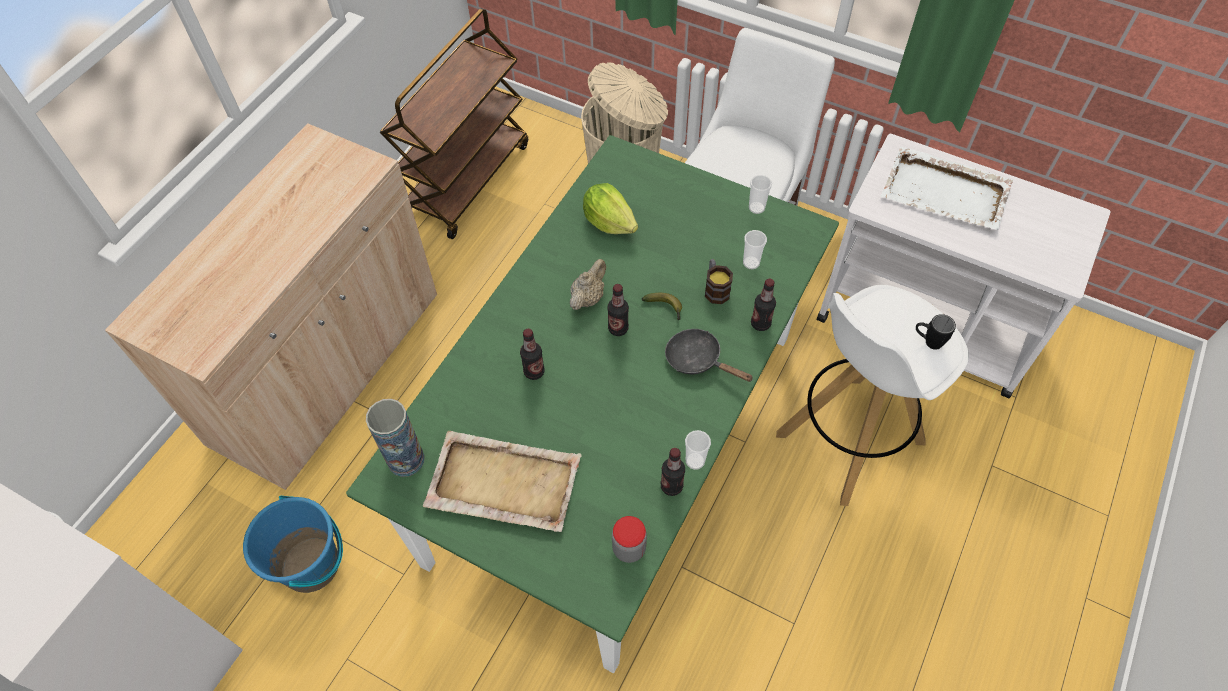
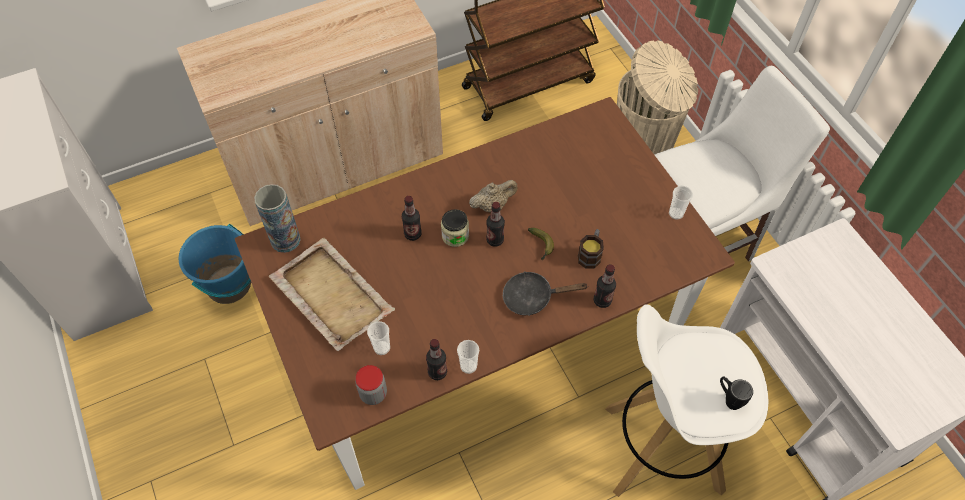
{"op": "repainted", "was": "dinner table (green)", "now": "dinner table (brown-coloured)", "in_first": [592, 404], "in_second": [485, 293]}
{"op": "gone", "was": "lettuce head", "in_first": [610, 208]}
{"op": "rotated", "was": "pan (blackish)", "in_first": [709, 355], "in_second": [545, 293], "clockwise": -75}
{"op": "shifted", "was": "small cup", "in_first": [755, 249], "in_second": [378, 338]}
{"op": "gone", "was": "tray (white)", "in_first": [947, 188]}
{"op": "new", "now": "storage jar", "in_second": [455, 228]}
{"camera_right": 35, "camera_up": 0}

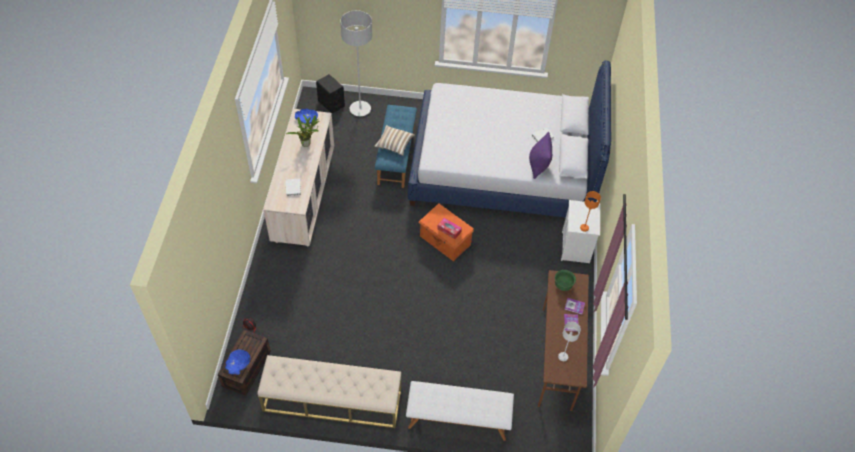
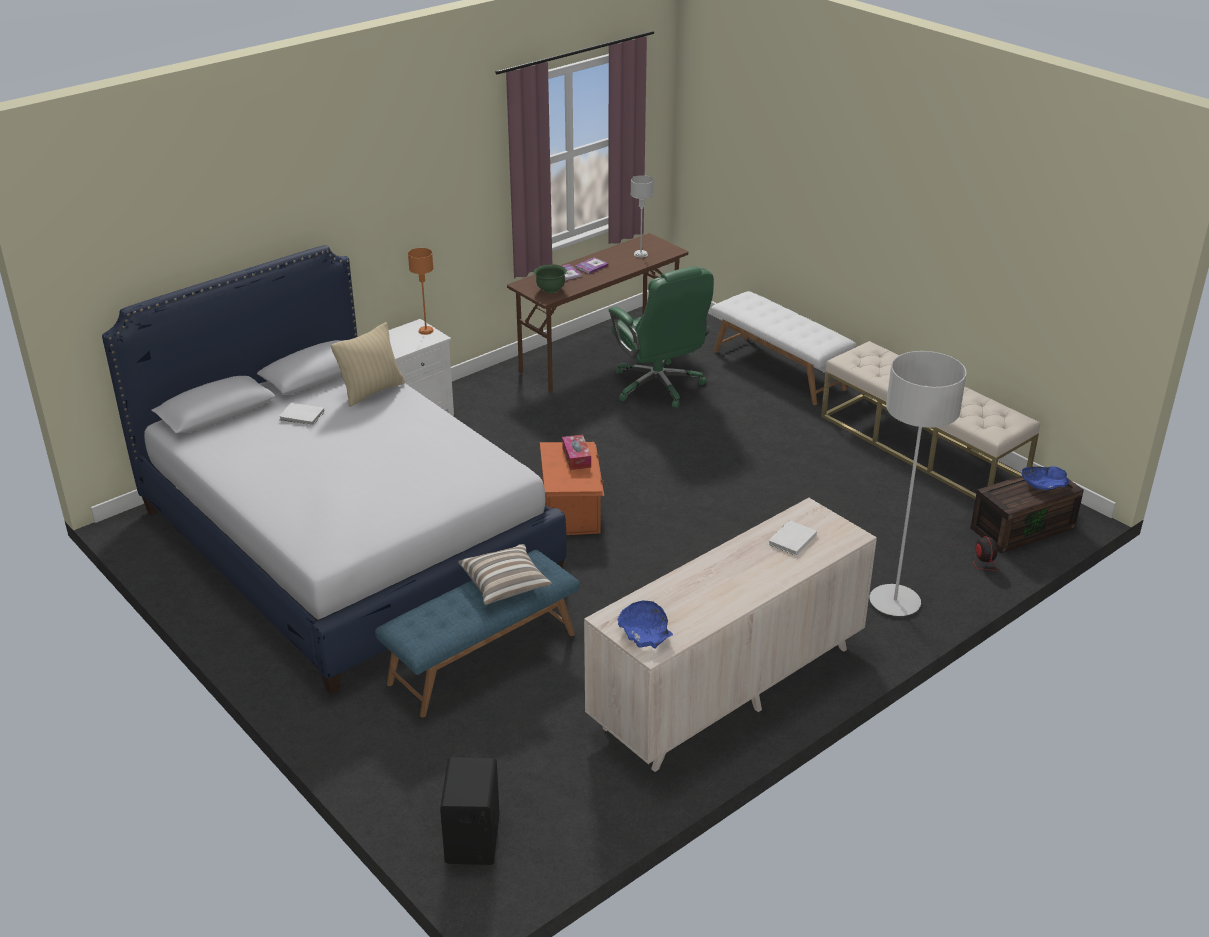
{"op": "gone", "was": "plant in a pot", "in_first": [303, 131]}
{"op": "shifted", "was": "standing lamp (greyish)", "in_first": [356, 63], "in_second": [918, 483]}
{"op": "repainted", "was": "pillow (purple)", "now": "pillow (beige-coloured)", "in_first": [540, 155], "in_second": [368, 364]}
{"op": "new", "now": "office chair (green)", "in_second": [661, 337]}
{"camera_right": -135, "camera_up": -20}

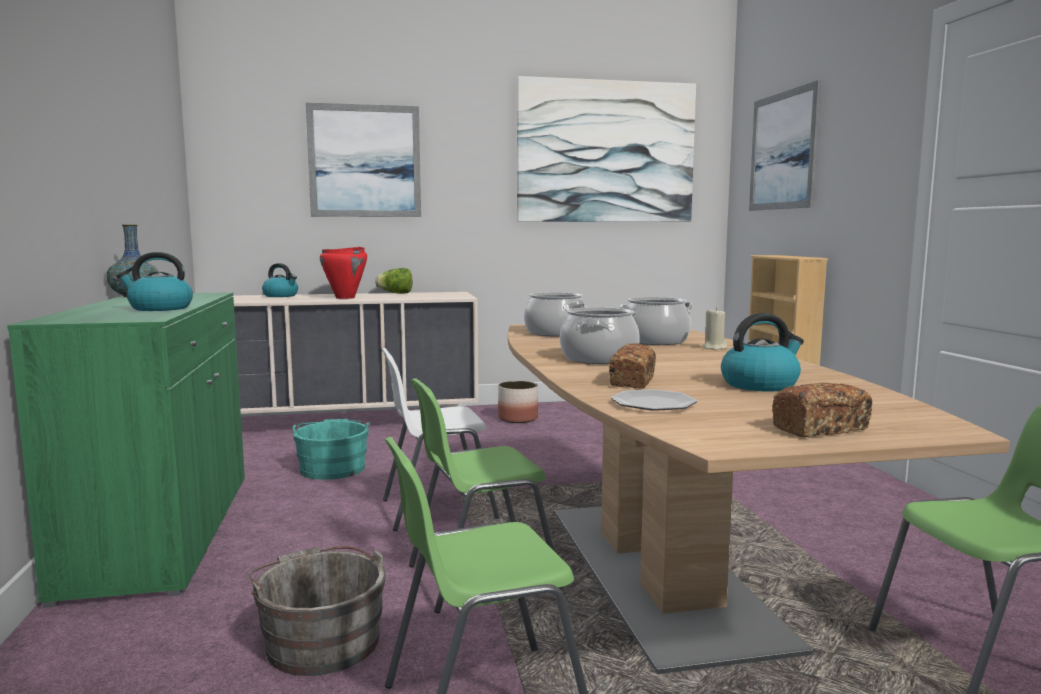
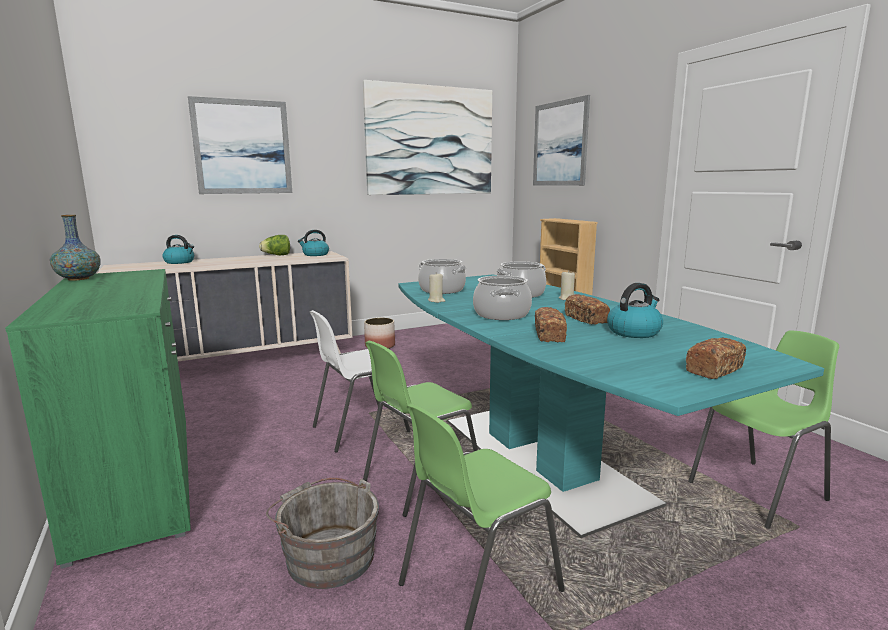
{"op": "shifted", "was": "kettle", "in_first": [155, 281], "in_second": [313, 243]}
{"op": "gone", "was": "pail (blue-green)", "in_first": [331, 449]}
{"op": "gone", "was": "stockpot (red-coloured)", "in_first": [343, 273]}
{"op": "repainted", "was": "dinner table (brown-coloured)", "now": "dinner table (blue-green)", "in_first": [759, 499], "in_second": [611, 406]}
{"op": "gone", "was": "plate", "in_first": [654, 400]}
{"op": "new", "now": "candle (beige-coloured)", "in_second": [436, 288]}
{"op": "new", "now": "baked bread", "in_second": [587, 309]}
{"camera_right": -15, "camera_up": 5}

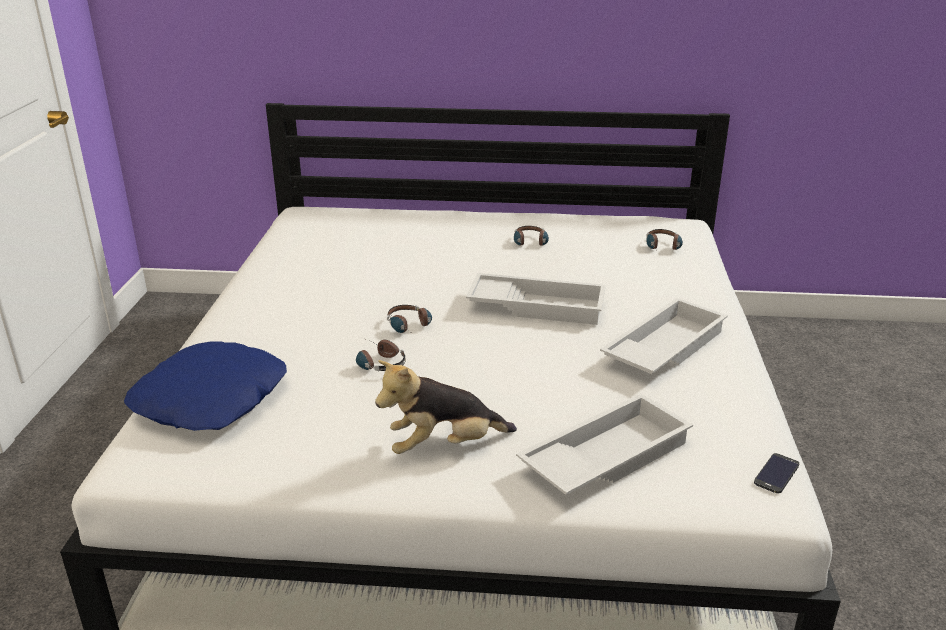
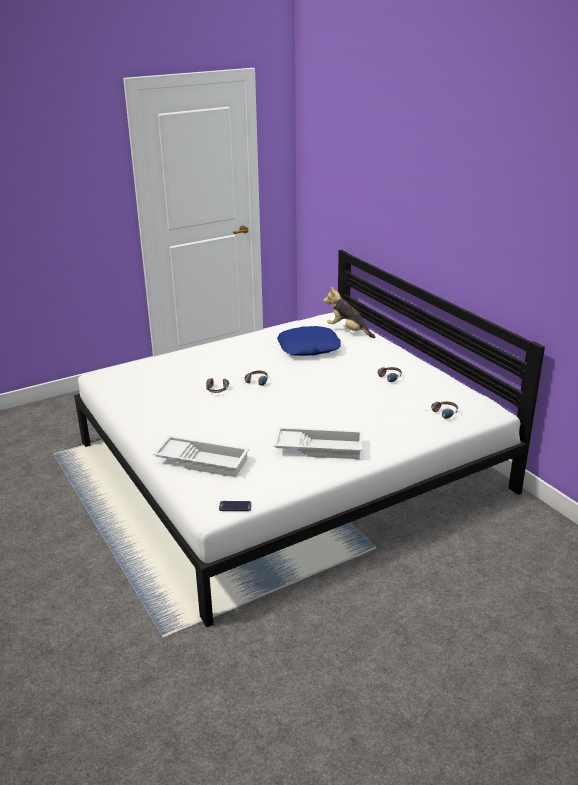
{"op": "shifted", "was": "pillow (blue)", "in_first": [205, 386], "in_second": [309, 341]}
{"op": "shifted", "was": "plush toy", "in_first": [446, 407], "in_second": [349, 312]}
{"op": "gone", "was": "tray (white)", "in_first": [536, 299]}
{"camera_right": 55, "camera_up": 0}

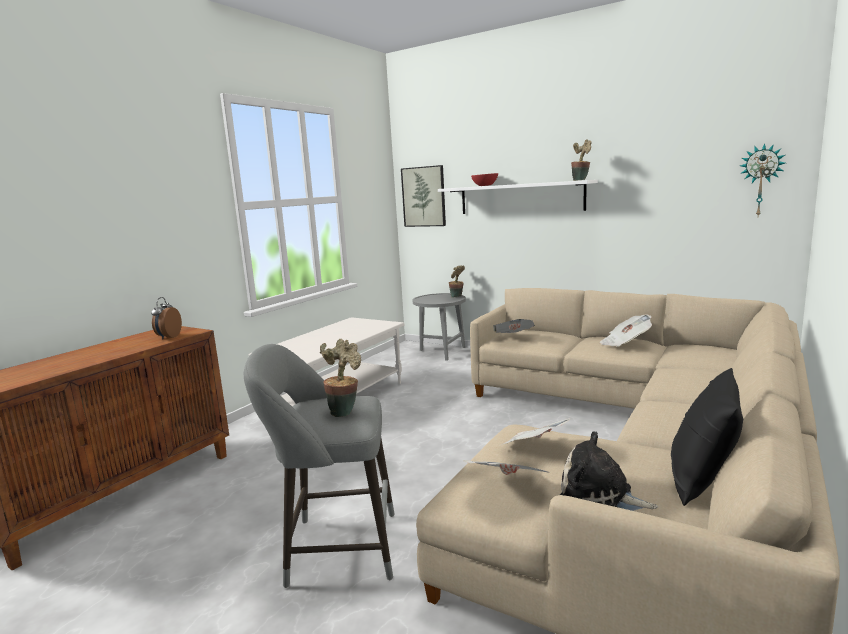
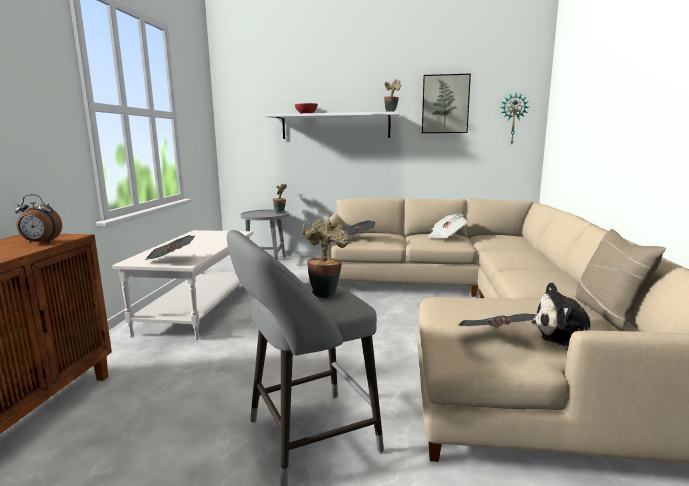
{"op": "rotated", "was": "alarm clock", "in_first": [166, 318], "in_second": [38, 218], "clockwise": -75}
{"op": "shifted", "was": "picture", "in_first": [423, 196], "in_second": [446, 103]}
{"op": "shifted", "was": "printed paper", "in_first": [535, 431], "in_second": [170, 247]}
{"op": "repainted", "was": "pillow (blackish)", "now": "pillow (beige-coloured)", "in_first": [707, 437], "in_second": [620, 280]}
{"camera_right": -25, "camera_up": 0}

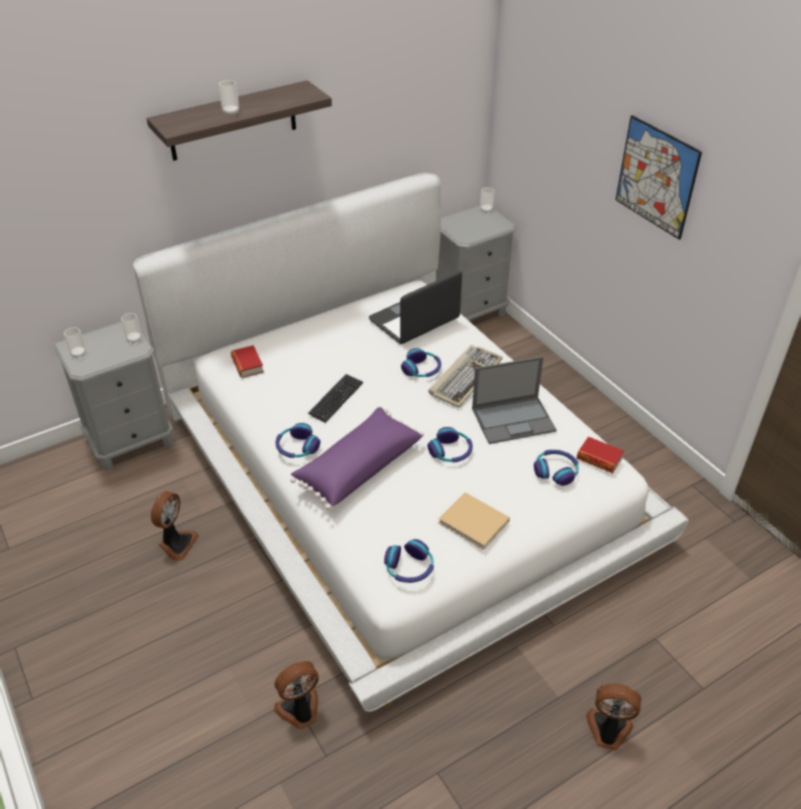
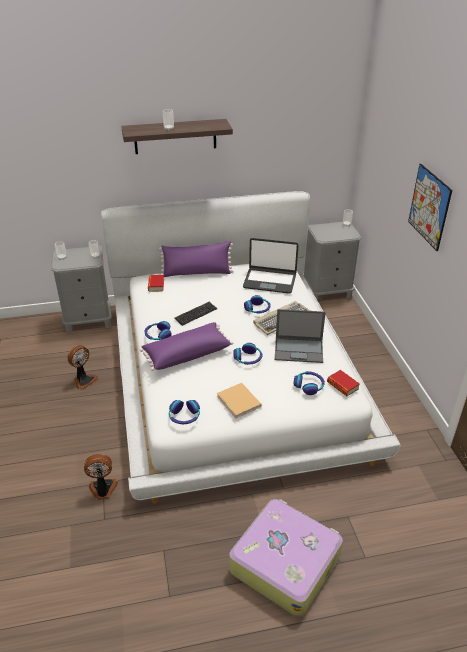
{"op": "rotated", "was": "laptop", "in_first": [415, 307], "in_second": [271, 266], "clockwise": -150}
{"op": "swapped", "was": "fan", "now": "piece of luggage", "in_first": [613, 717], "in_second": [286, 558]}
{"op": "new", "now": "pillow (purple)", "in_second": [196, 259]}
{"camera_right": 20, "camera_up": -5}

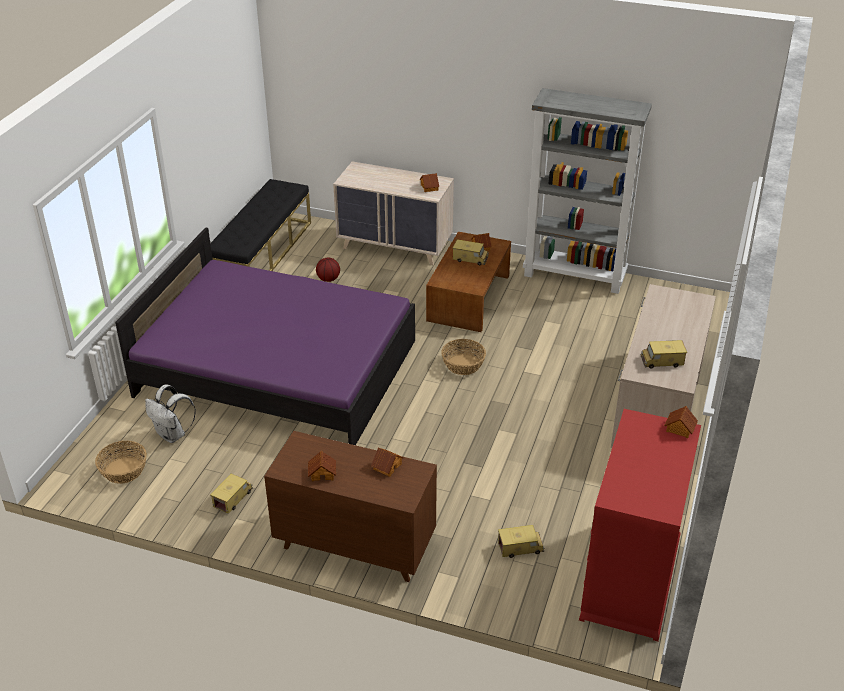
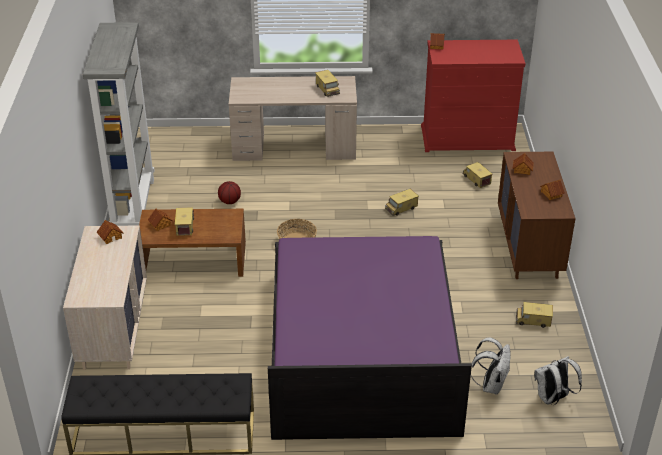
{"op": "swapped", "was": "basket", "now": "rucksack (white)", "in_first": [121, 462], "in_second": [558, 380]}
{"op": "shifted", "was": "basketball", "in_first": [328, 270], "in_second": [229, 192]}
{"op": "new", "now": "toy lorry", "in_second": [402, 202]}
{"camera_right": -110, "camera_up": 0}

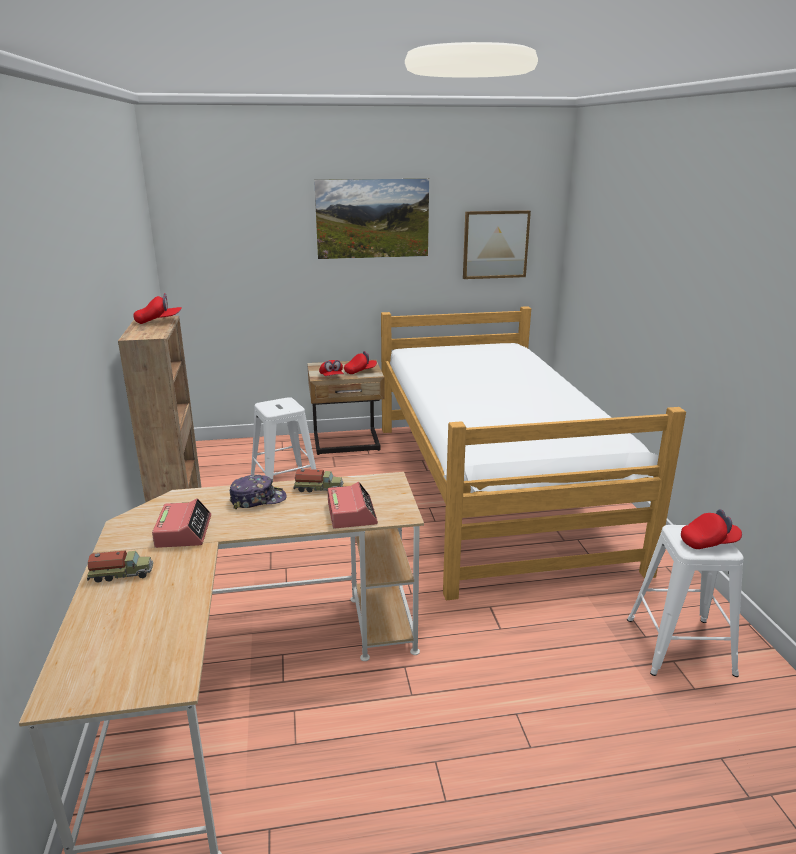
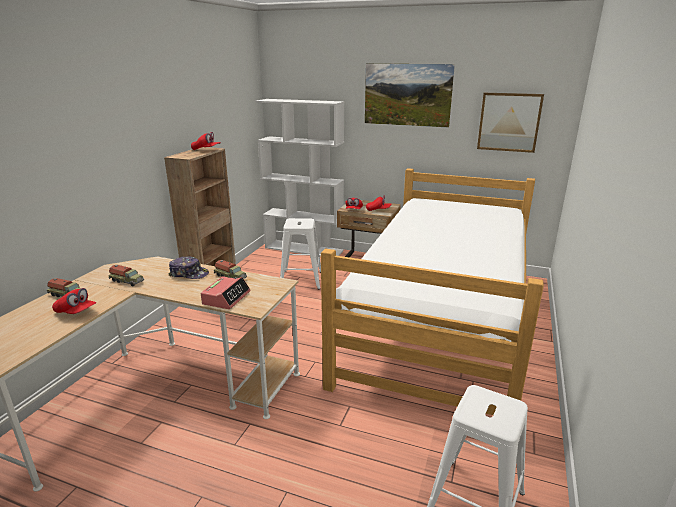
{"op": "swapped", "was": "alarm clock", "now": "toy lorry", "in_first": [181, 523], "in_second": [126, 276]}
{"op": "shifted", "was": "baseball cap (red-coloured)", "in_first": [711, 529], "in_second": [74, 301]}
{"op": "new", "now": "bookshelf (white)", "in_second": [299, 178]}
{"camera_right": 30, "camera_up": 0}

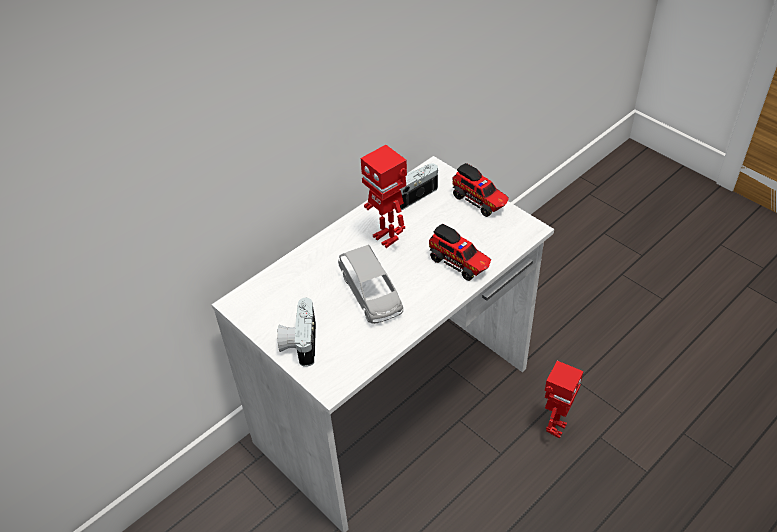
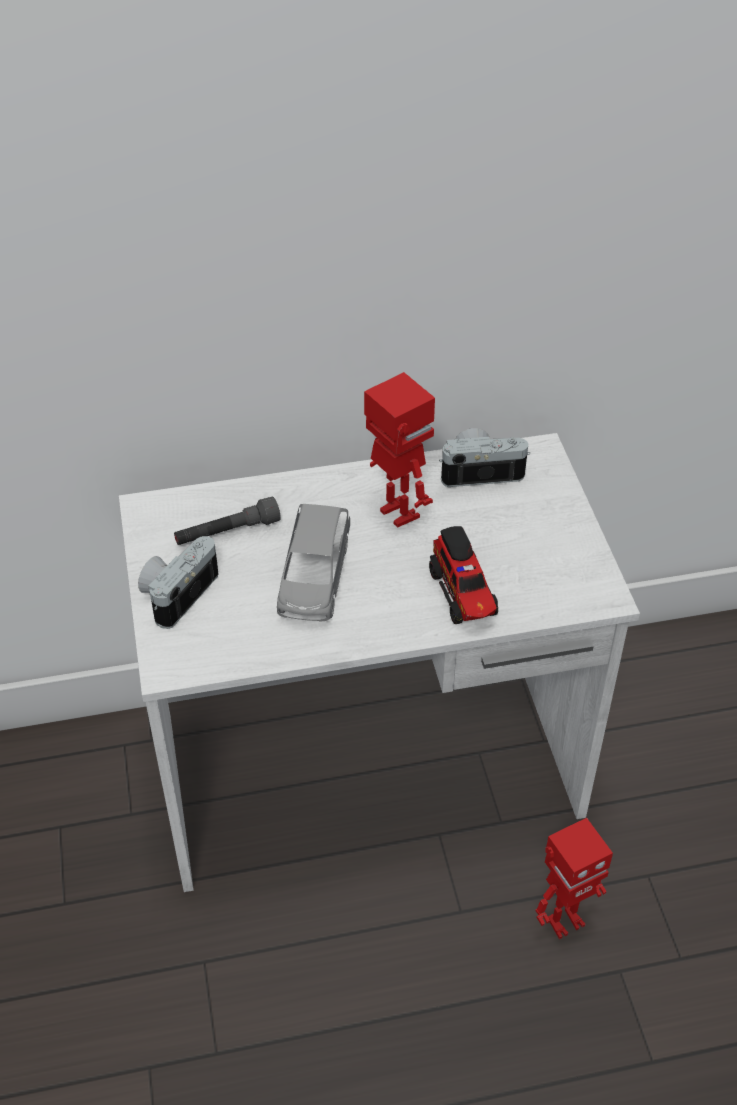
{"op": "rotated", "was": "robot figure", "in_first": [384, 196], "in_second": [399, 450], "clockwise": 150}
{"op": "gone", "was": "toy lorry", "in_first": [480, 190]}
{"op": "new", "now": "hand torch (greyish)", "in_second": [227, 521]}
{"camera_right": 30, "camera_up": 0}

